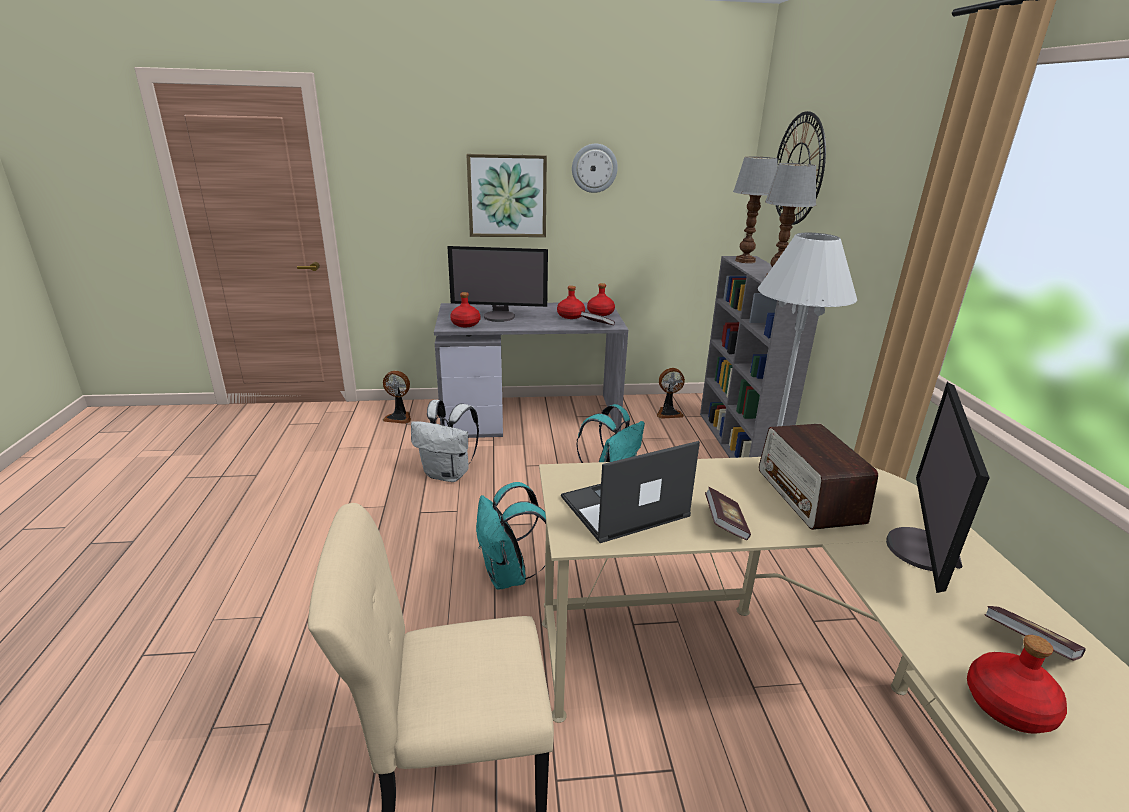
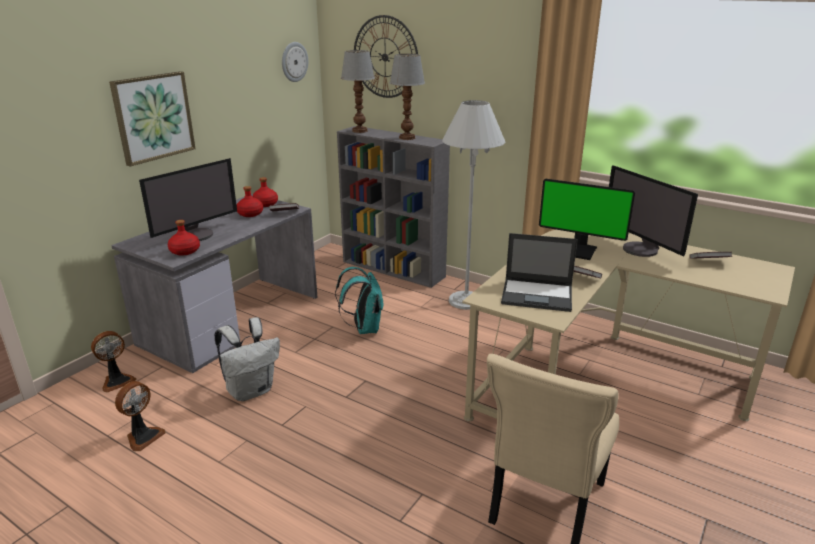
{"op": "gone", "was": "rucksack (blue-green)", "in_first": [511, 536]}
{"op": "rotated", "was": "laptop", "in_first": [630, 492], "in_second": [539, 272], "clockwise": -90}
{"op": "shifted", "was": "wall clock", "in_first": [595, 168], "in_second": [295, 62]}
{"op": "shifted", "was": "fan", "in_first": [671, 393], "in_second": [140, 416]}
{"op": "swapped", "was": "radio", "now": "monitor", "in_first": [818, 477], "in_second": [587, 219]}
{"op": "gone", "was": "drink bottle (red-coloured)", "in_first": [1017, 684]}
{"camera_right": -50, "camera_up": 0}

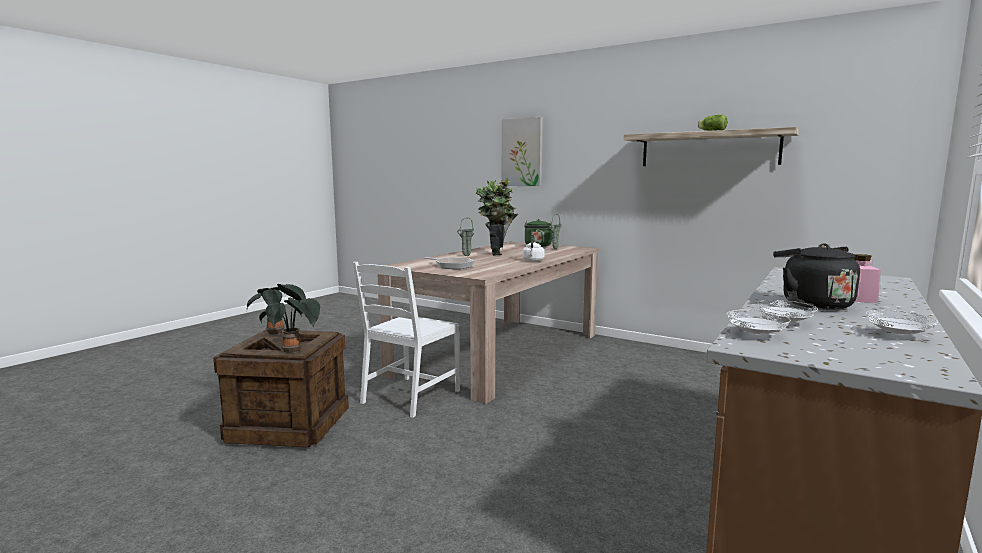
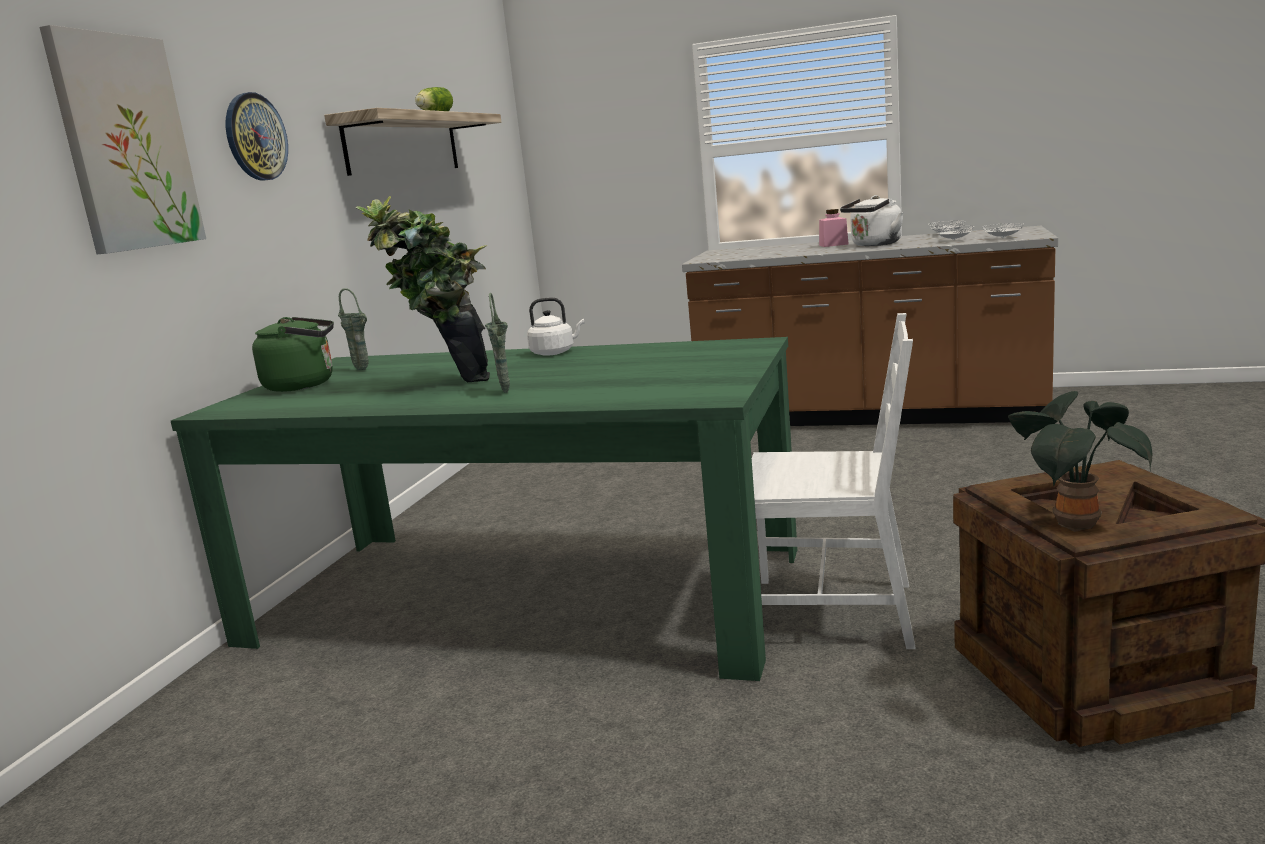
{"op": "gone", "was": "plant in a pot", "in_first": [289, 325]}
{"op": "repainted", "was": "dinner table (beige-coloured)", "now": "dinner table (green)", "in_first": [488, 323], "in_second": [484, 509]}
{"op": "gone", "was": "pan", "in_first": [449, 263]}
{"op": "repainted", "was": "kettle (blackish)", "now": "kettle (white)", "in_first": [816, 276], "in_second": [872, 220]}
{"op": "new", "now": "wall clock", "in_second": [257, 136]}
{"camera_right": -105, "camera_up": 5}

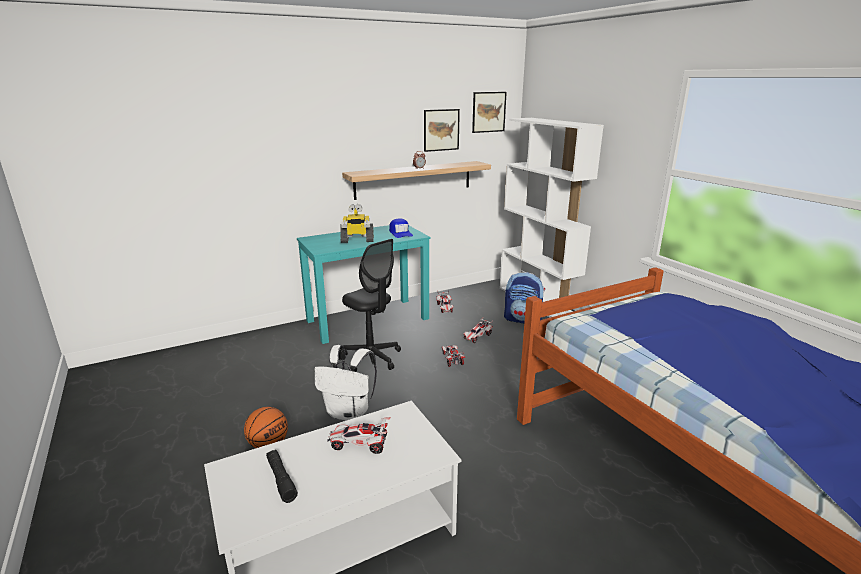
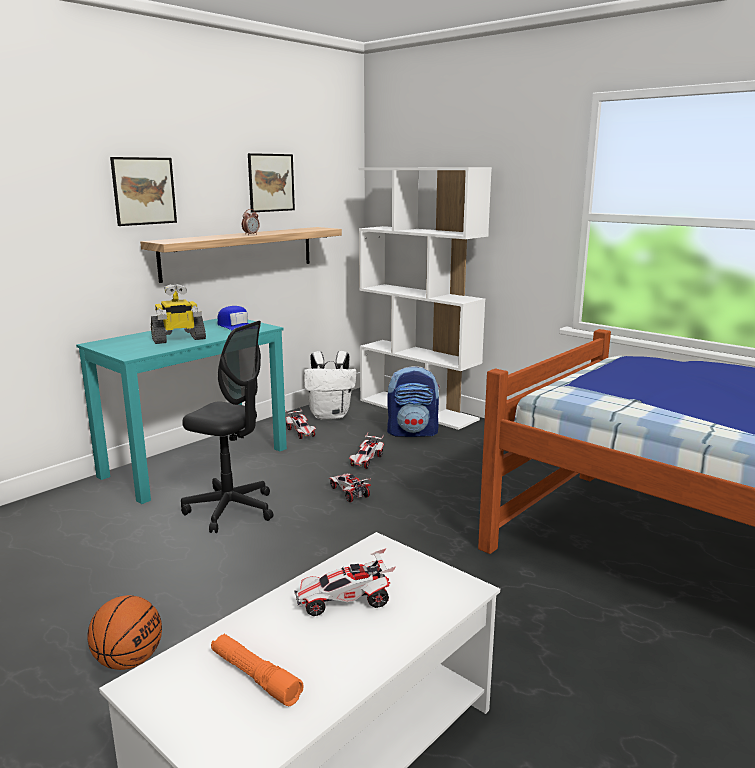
{"op": "repainted", "was": "hand torch (blackish)", "now": "hand torch (orange)", "in_first": [282, 476], "in_second": [257, 670]}
{"op": "shifted", "was": "rucksack (white)", "in_first": [346, 383], "in_second": [330, 385]}
{"op": "shifted", "was": "picture", "in_first": [489, 112], "in_second": [143, 191]}
{"camera_right": -20, "camera_up": -5}

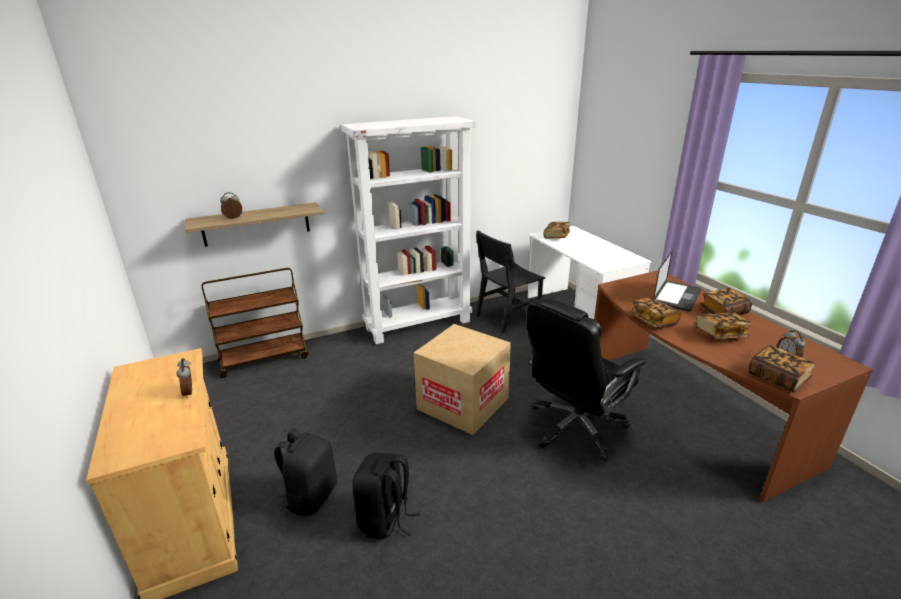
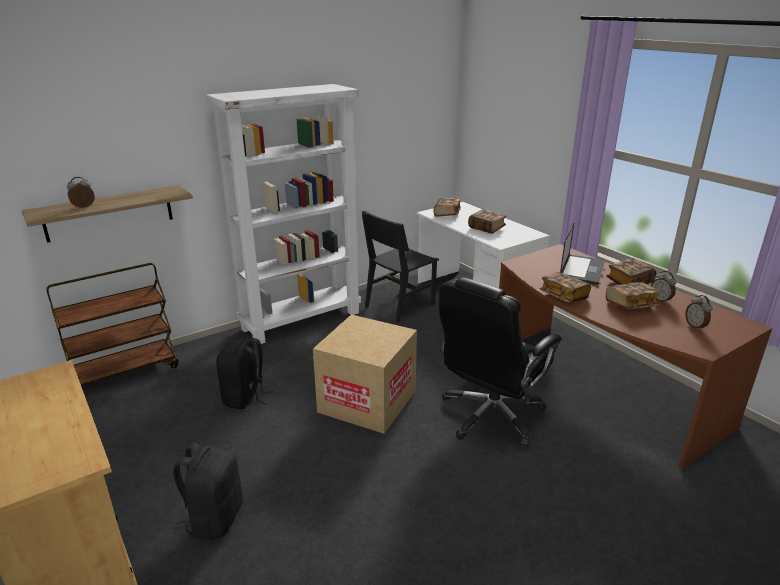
{"op": "shifted", "was": "alarm clock", "in_first": [184, 378], "in_second": [663, 287]}
{"op": "shifted", "was": "rucksack (blackish)", "in_first": [386, 496], "in_second": [245, 373]}
{"op": "shifted", "was": "book", "in_first": [782, 369], "in_second": [487, 221]}
{"camera_right": -10, "camera_up": 0}

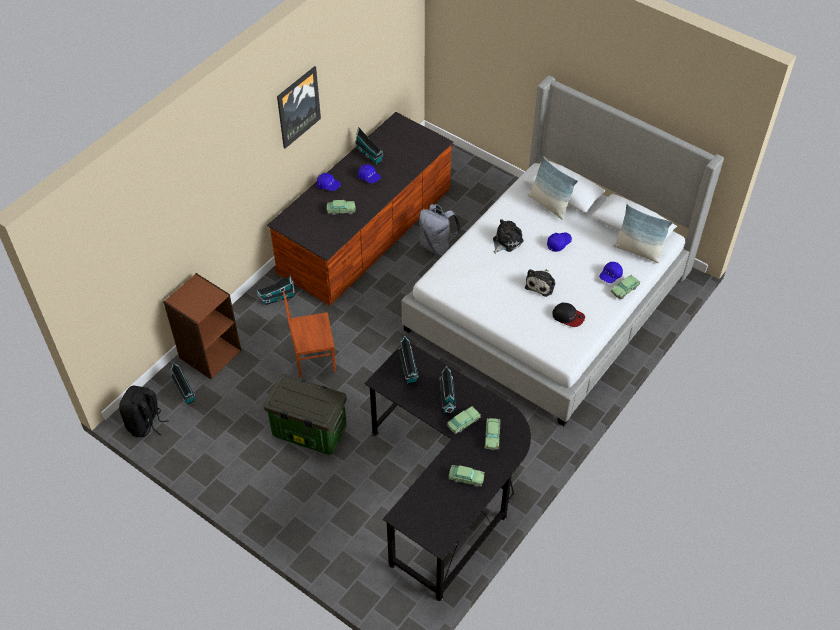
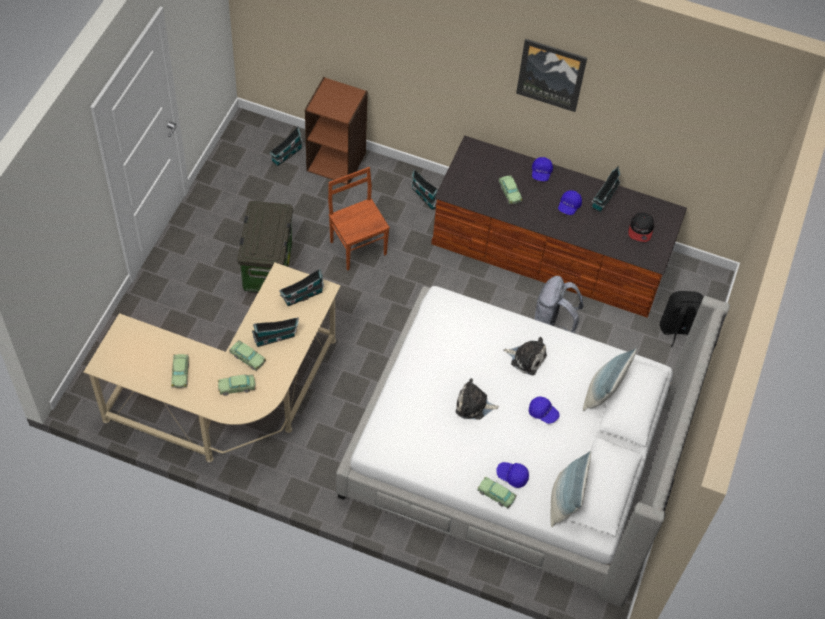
{"op": "shifted", "was": "rucksack (blackish)", "in_first": [144, 411], "in_second": [681, 319]}
{"op": "repainted", "was": "desk unit (blackish)", "now": "desk unit (beige-coloured)", "in_first": [447, 472], "in_second": [212, 362]}
{"op": "shifted", "was": "baseball cap", "in_first": [568, 315], "in_second": [641, 227]}
{"camera_right": 70, "camera_up": 5}

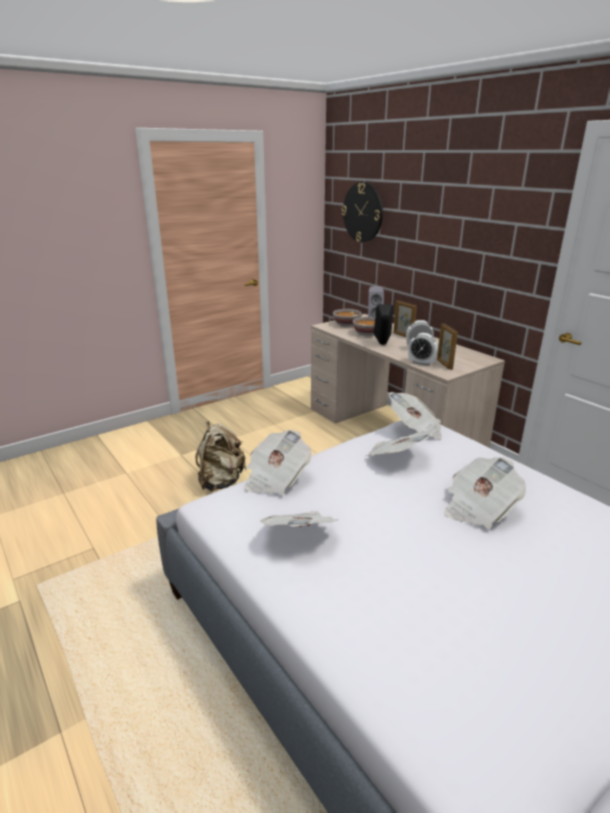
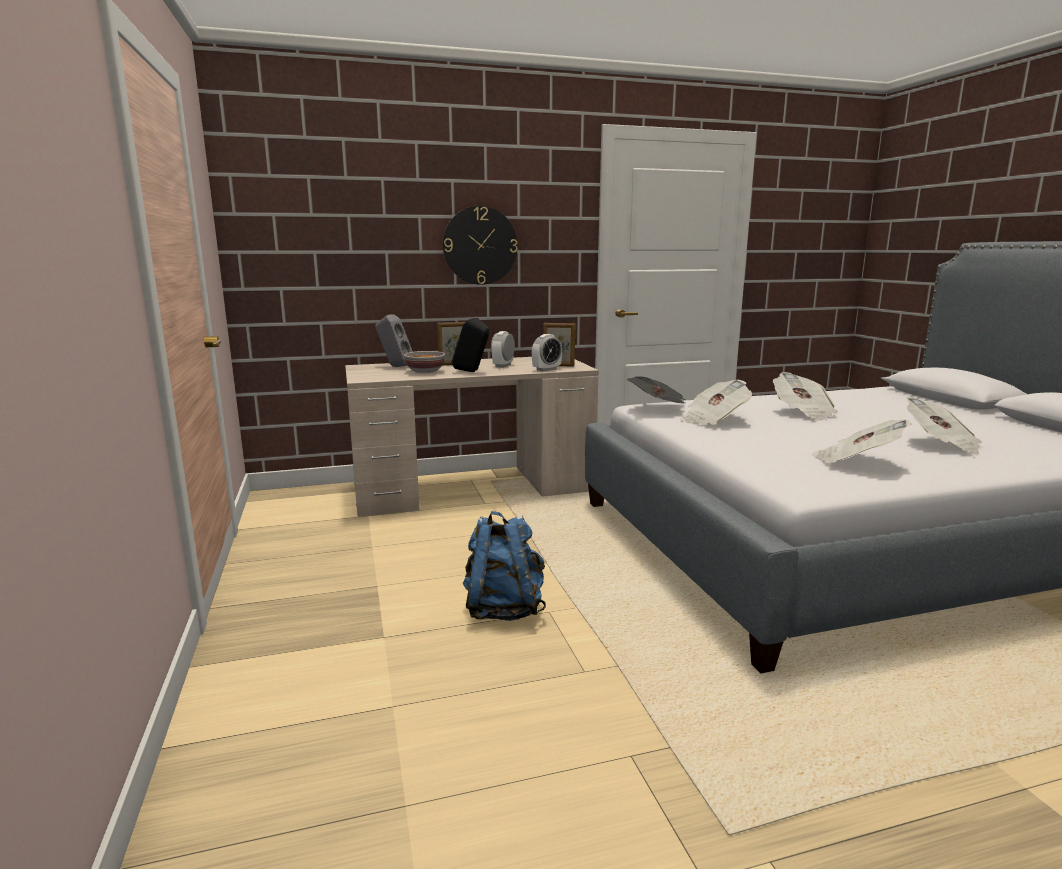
{"op": "repainted", "was": "rucksack (beige-coloured)", "now": "rucksack (blue)", "in_first": [220, 456], "in_second": [504, 566]}
{"op": "shifted", "was": "printed paper", "in_first": [277, 462], "in_second": [944, 426]}
{"op": "gone", "was": "serving bowl", "in_first": [347, 318]}
{"op": "shifted", "was": "wall clock", "in_first": [362, 212], "in_second": [480, 245]}
{"camera_right": -70, "camera_up": -10}

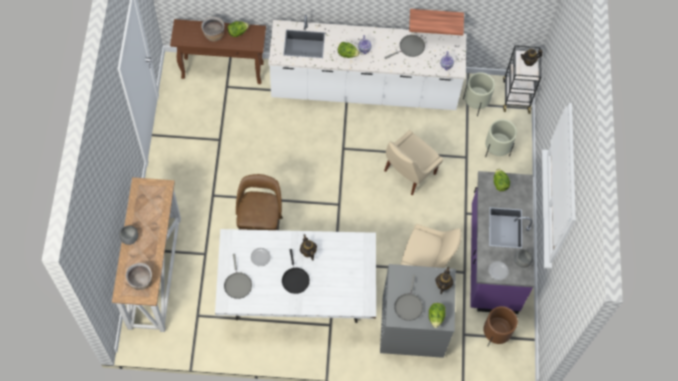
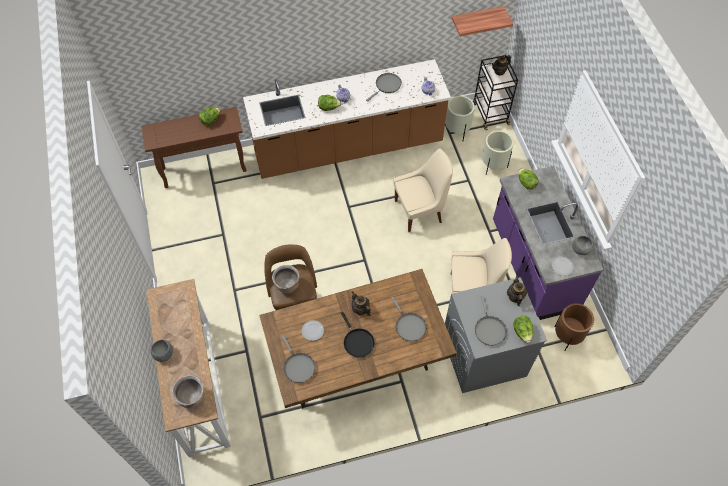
{"op": "shifted", "was": "stockpot (brown-coloured)", "in_first": [212, 29], "in_second": [285, 279]}
{"op": "repainted", "was": "dinner table (white)", "now": "dinner table (brown-coloured)", "in_first": [295, 276], "in_second": [358, 339]}
{"op": "repainted", "was": "kitchen counter (white)", "now": "kitchen counter (brown-coloured)", "in_first": [367, 62], "in_second": [347, 119]}
{"op": "rotated", "was": "plain chair (beige-coloured)", "in_first": [413, 163], "in_second": [423, 190], "clockwise": -135}
{"op": "shifted", "was": "wall shelf", "in_first": [436, 22], "in_second": [482, 21]}
{"op": "new", "now": "pan (greyish)", "in_second": [408, 319]}
{"camera_right": -15, "camera_up": -5}

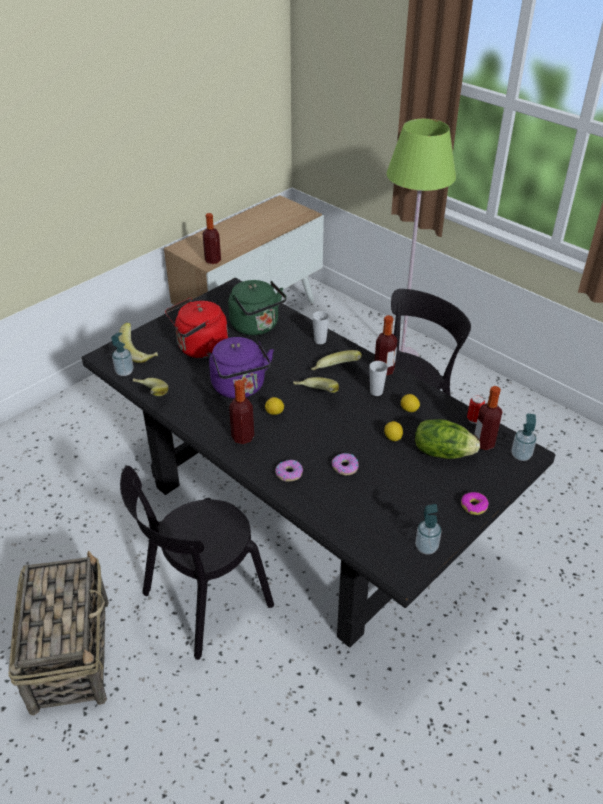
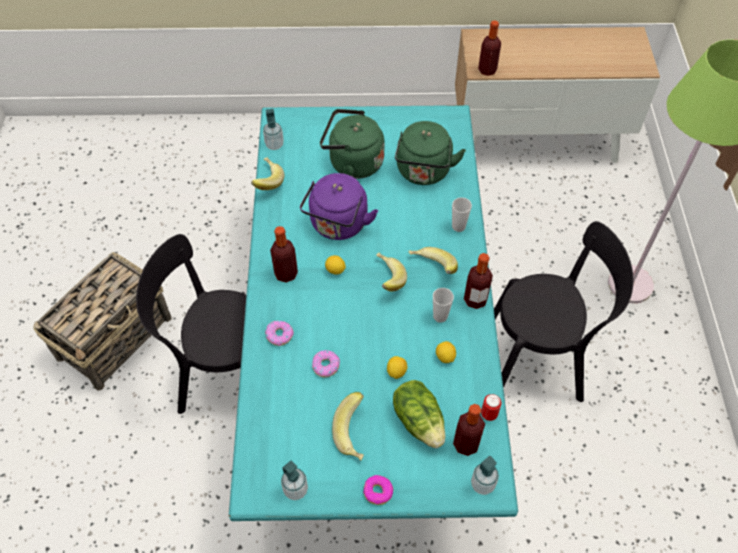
{"op": "repainted", "was": "dinner table (blackish)", "now": "dinner table (blue-green)", "in_first": [318, 463], "in_second": [373, 313]}
{"op": "shifted", "was": "banana fruit", "in_first": [138, 343], "in_second": [348, 426]}
{"op": "repainted", "was": "kettle (red-coloured)", "now": "kettle (green)", "in_first": [196, 328], "in_second": [352, 144]}
{"camera_right": 45, "camera_up": 15}

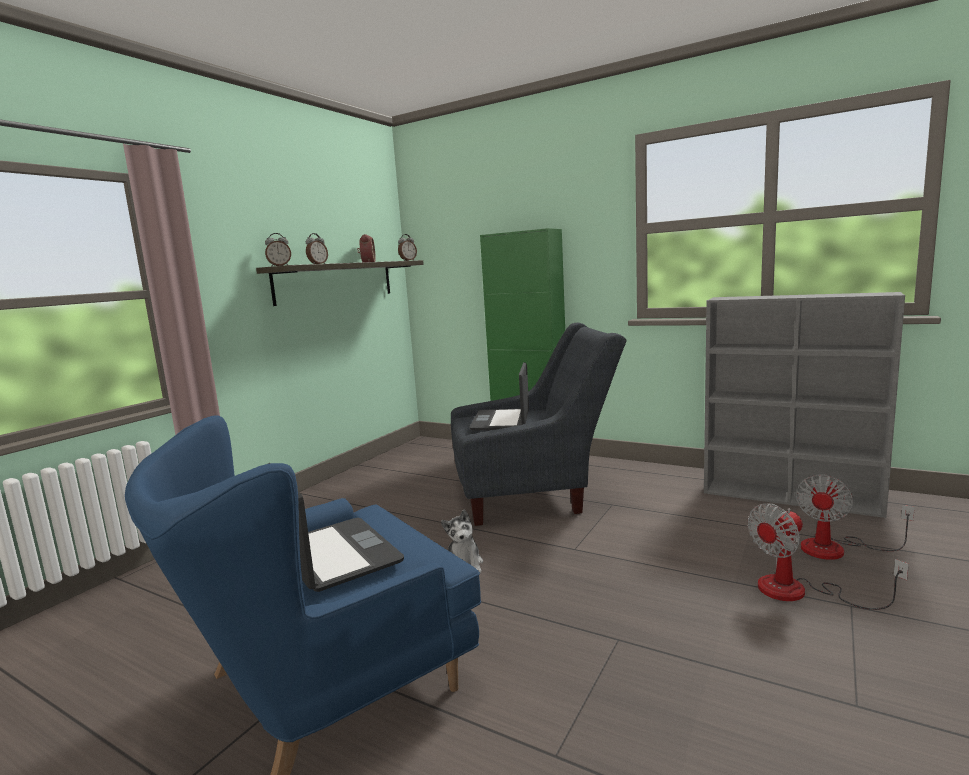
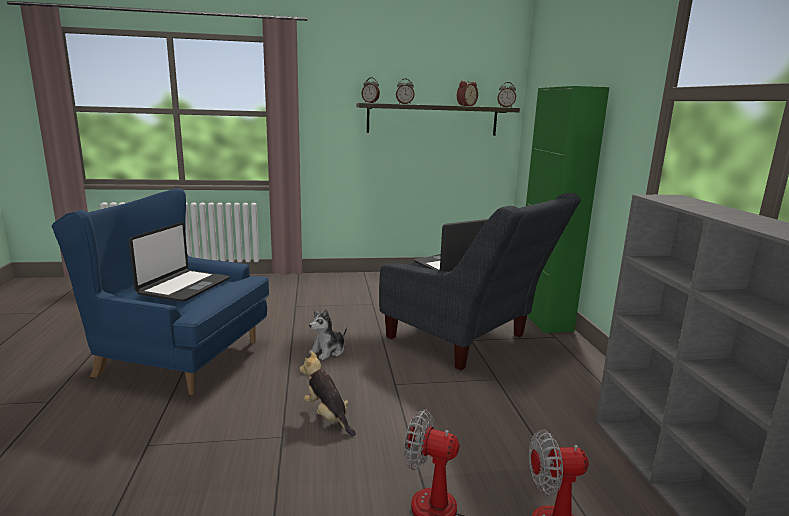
{"op": "new", "now": "plush toy", "in_second": [328, 393]}
{"camera_right": 50, "camera_up": 5}

